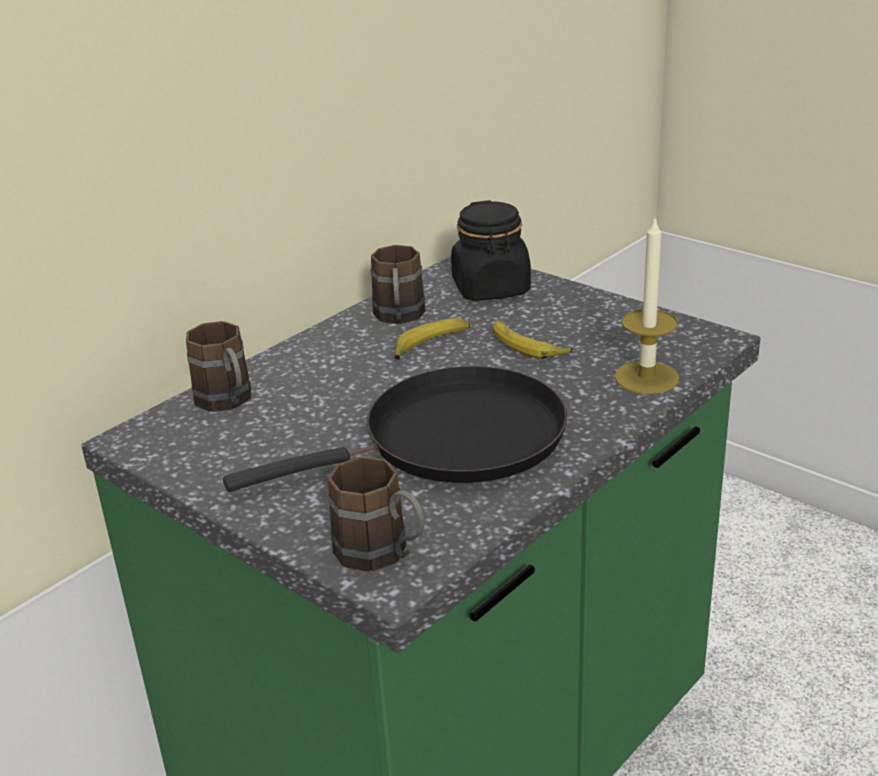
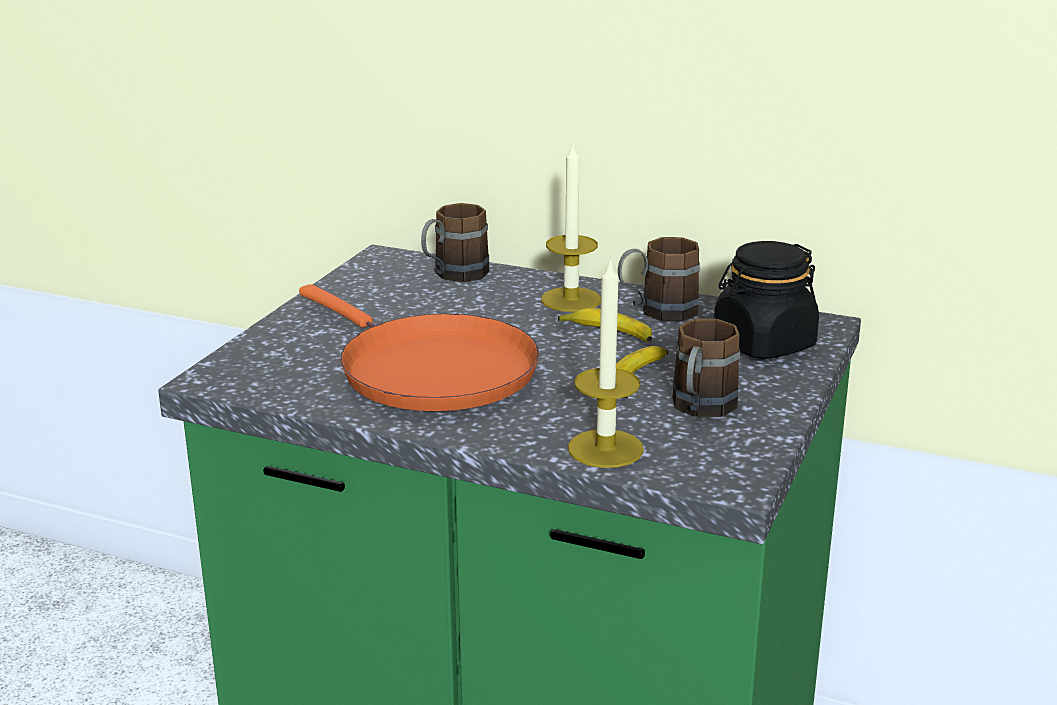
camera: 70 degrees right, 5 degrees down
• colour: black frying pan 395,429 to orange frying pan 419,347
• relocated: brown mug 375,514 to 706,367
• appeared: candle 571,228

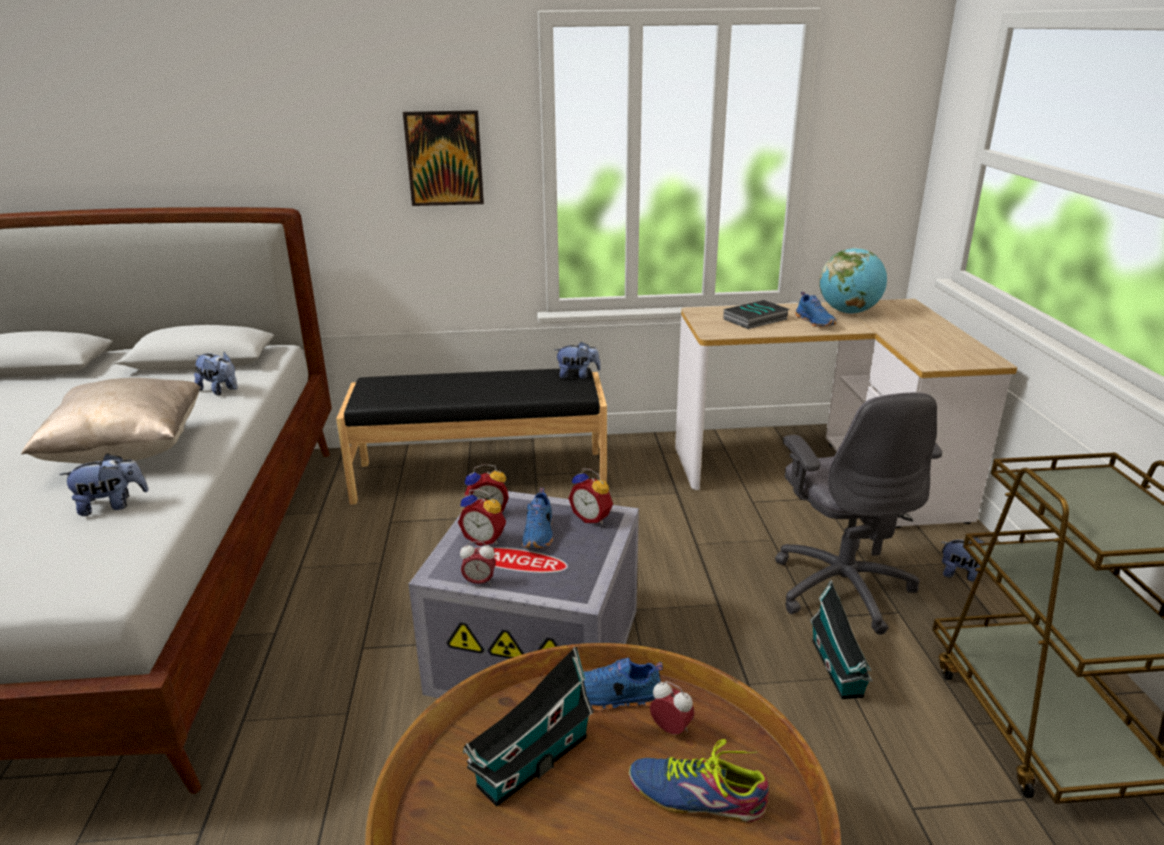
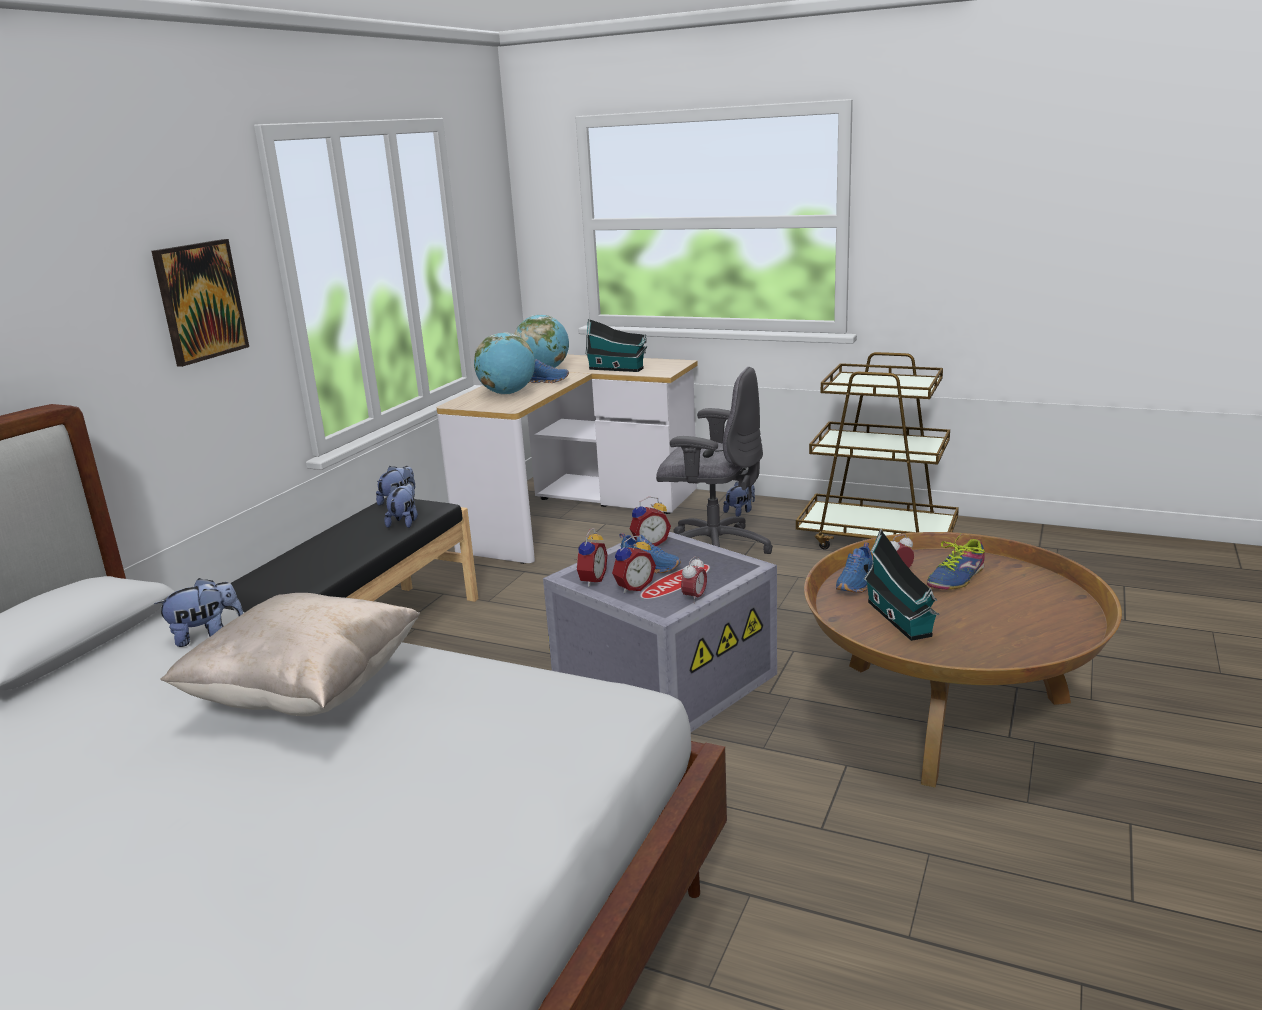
camera: 60 degrees left, 5 degrees down
• exchanged: book 756,314 to globe 504,363
• relocated: plush toy 103,484 to 401,505
• relocated: toy house 841,639 to 616,345

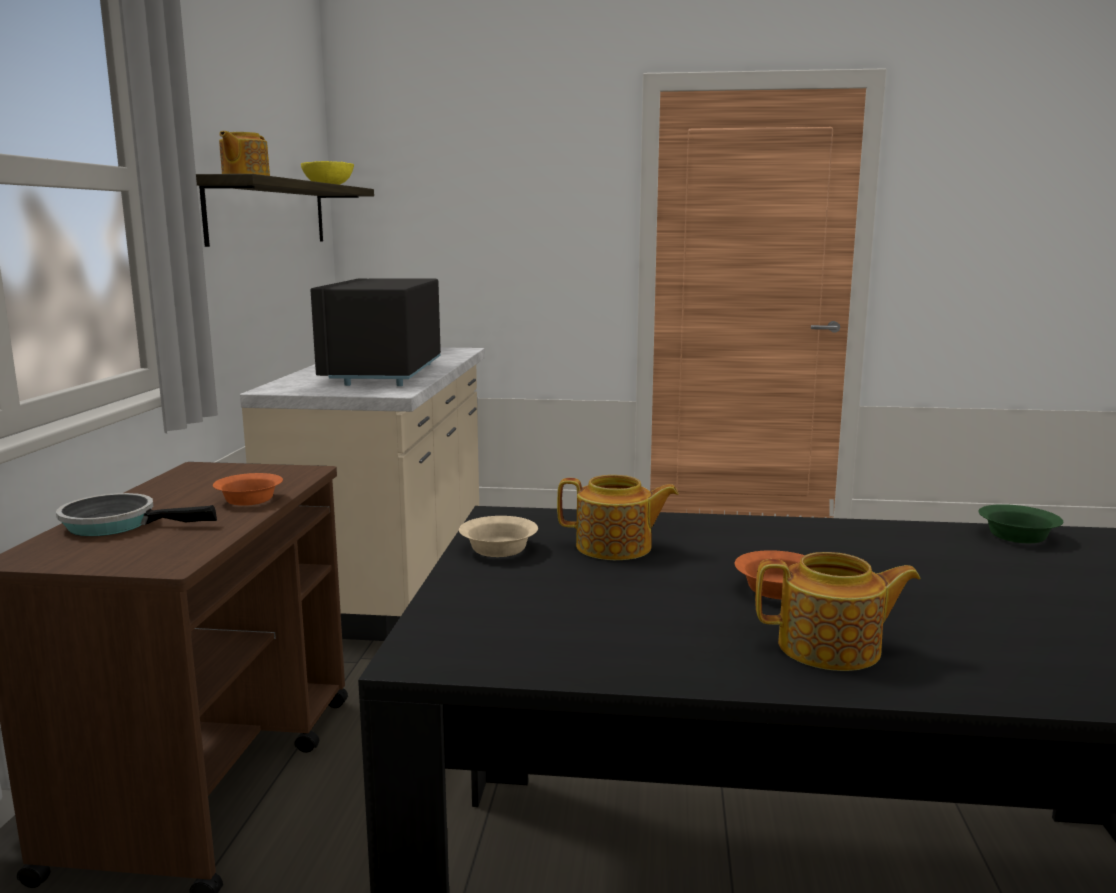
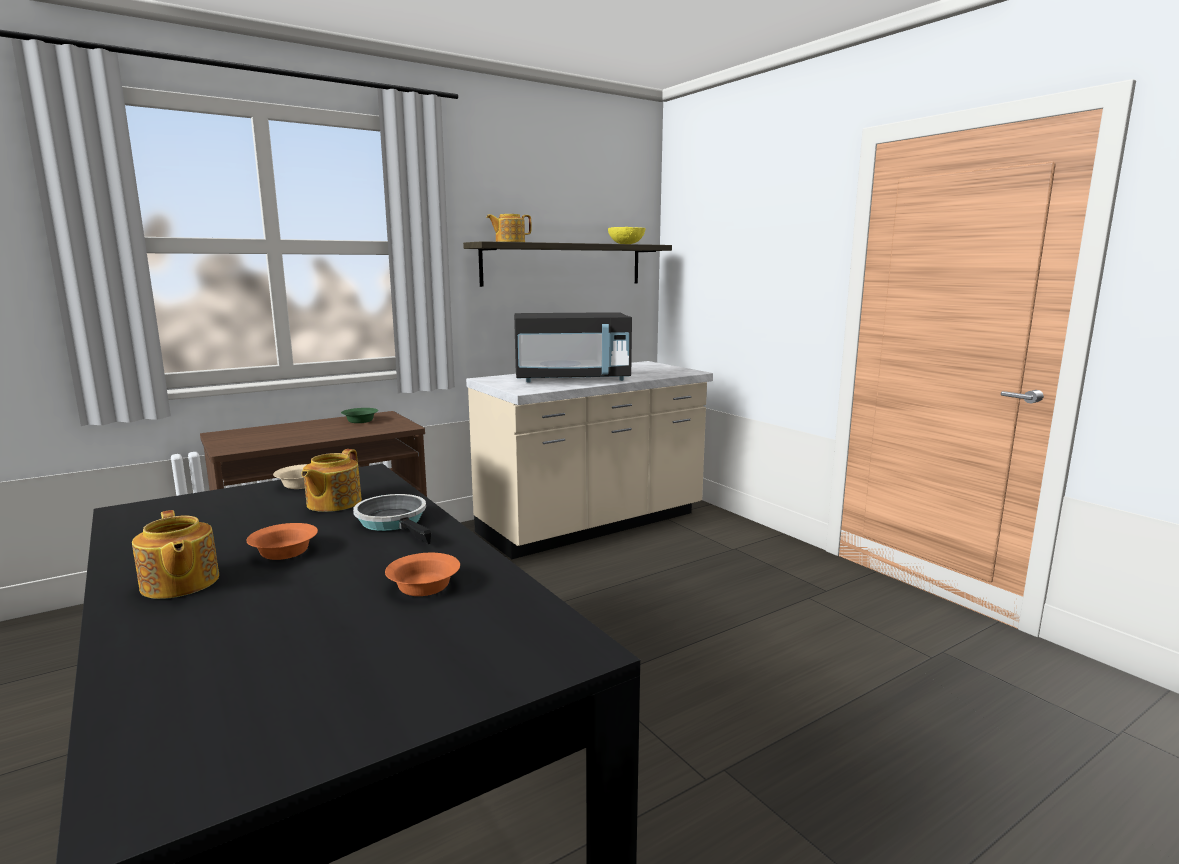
camera: 50 degrees right, 0 degrees up
• spun: black microwave 375,332 = 573,347 150 degrees counterclockwise
• relocated: orange bowl 248,489 to 422,574
• spun: teapot 618,517 = 331,480 45 degrees clockwise
• relocated: frying pan 136,514 to 392,519
• relocated: green bowl 1020,523 to 359,415

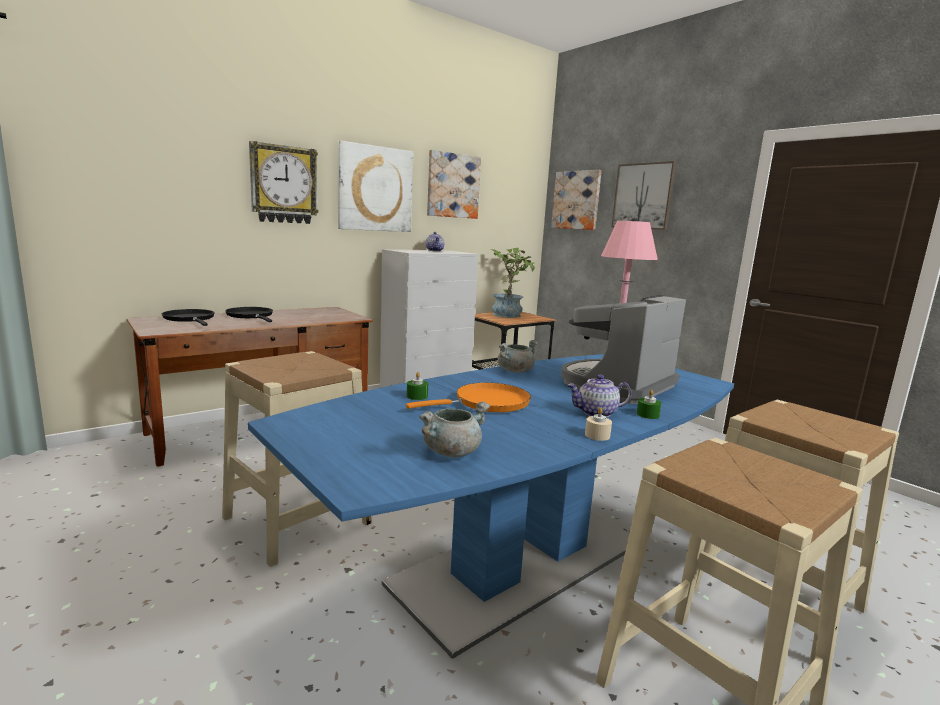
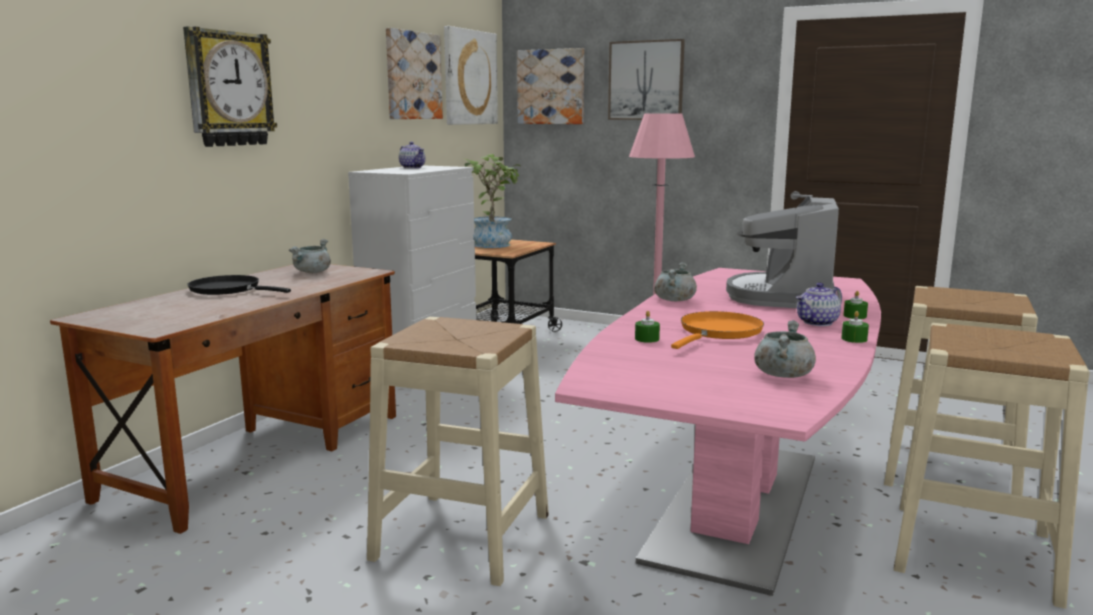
camera: 25 degrees left, 0 degrees up
• relocated: picture 375,186 to 471,75
• missing: black frying pan 188,317
• colour: blue dining table 491,506 to pink dining table 718,432
• colour: beige candle 598,424 to green candle 855,327
• appeared: grey cooking pot 310,256

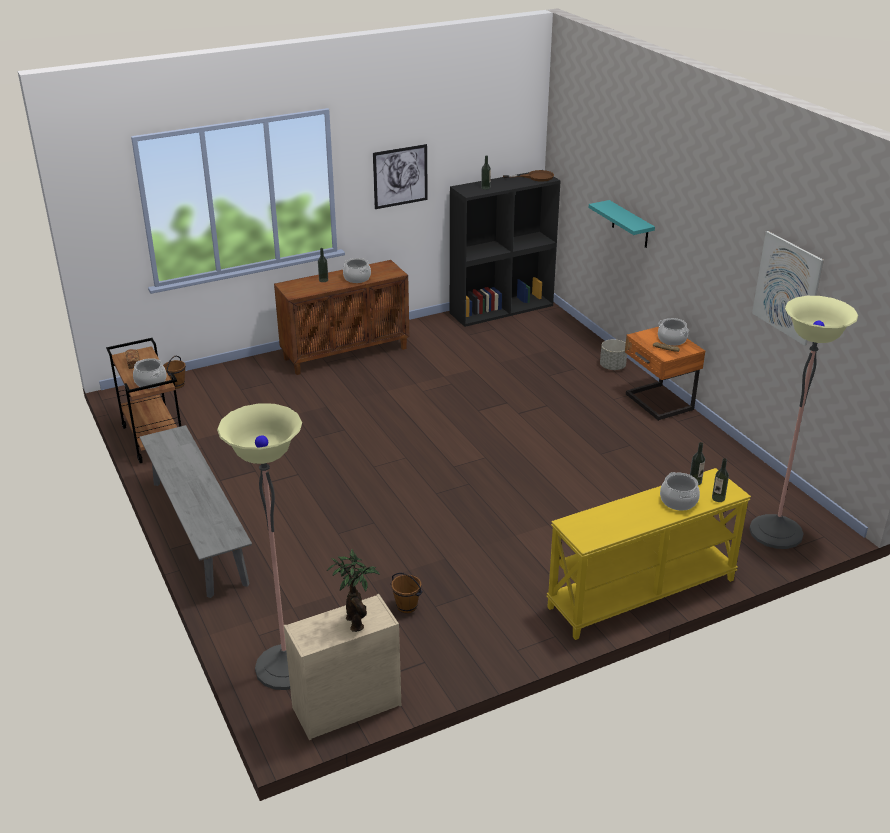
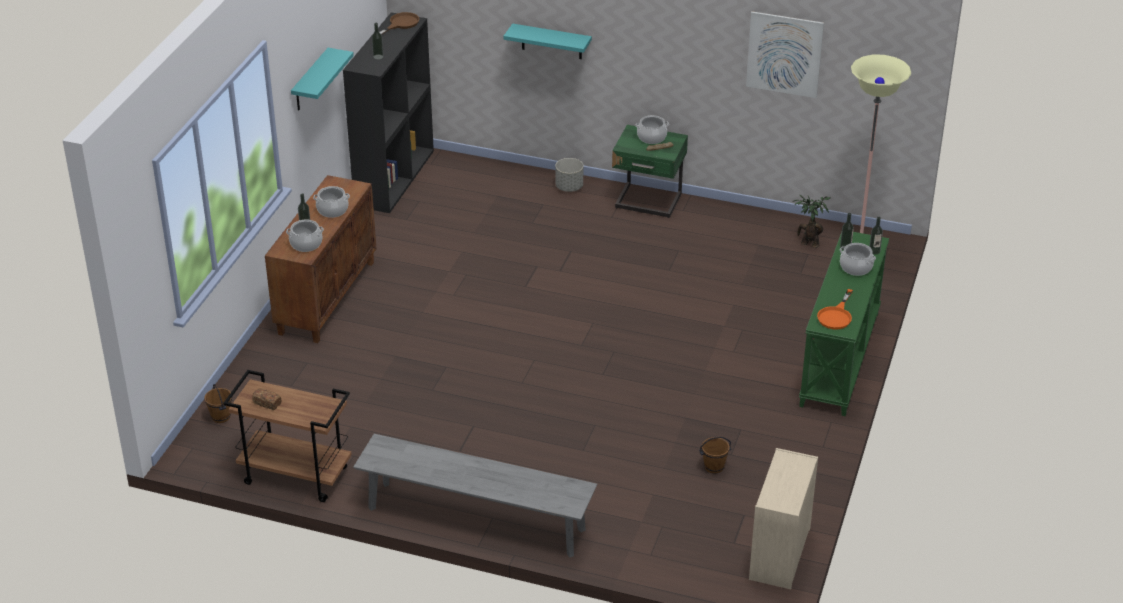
camera: 45 degrees left, 5 degrees up
• exchanged: picture 400,176 to turquoise shelf 322,79
• colour: orange nightstand 665,374 to green nightstand 650,171
• relocated: cooking pot 149,373 to 305,236
• missing: floor lamp 259,546
• colour: yellow console table 649,554 to green console table 844,324
• relocated: potted plant 353,590 to 812,221
• appeared: orange frying pan 835,309

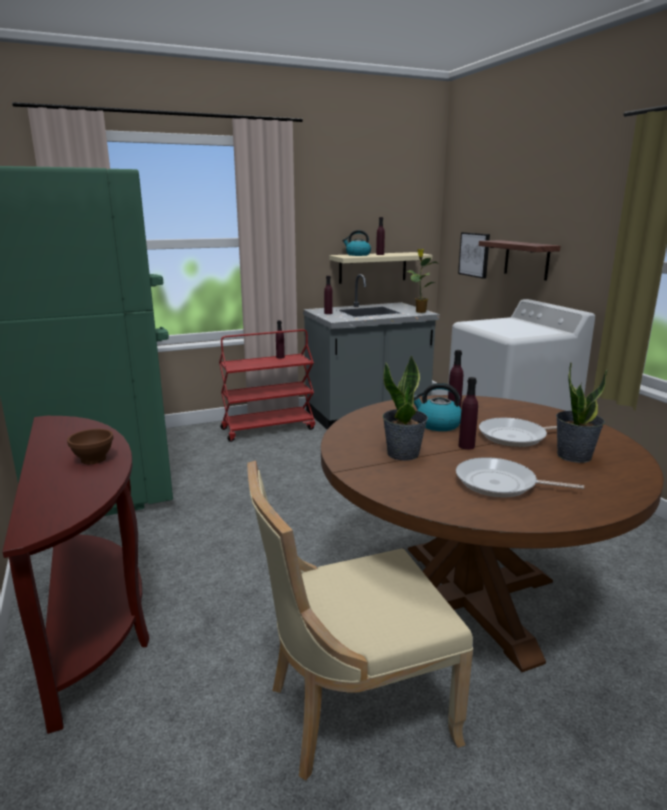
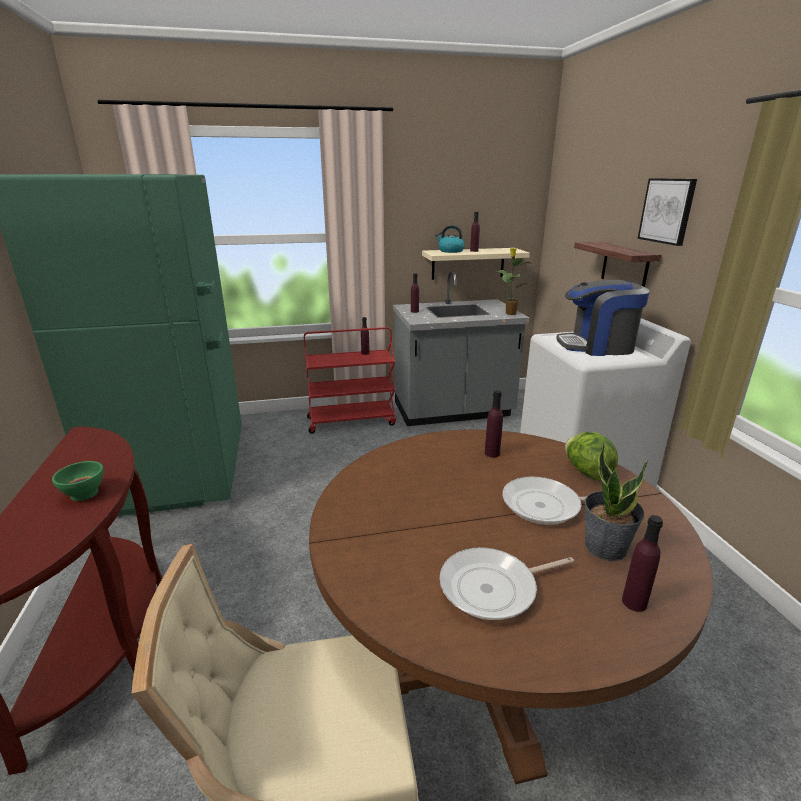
camera: 10 degrees right, 5 degrees up
• relocated: picture 474,255 to 667,212
• missing: potted plant 405,408
• relocated: purple bottle 468,413 to 642,563
• missing: kettle 437,407
• colour: brown bowl 90,446 to green bowl 78,481
• spun: frying pan 520,477 = 506,583 45 degrees counterclockwise
• appeared: coffee machine 603,318
• appeared: lettuce 591,456

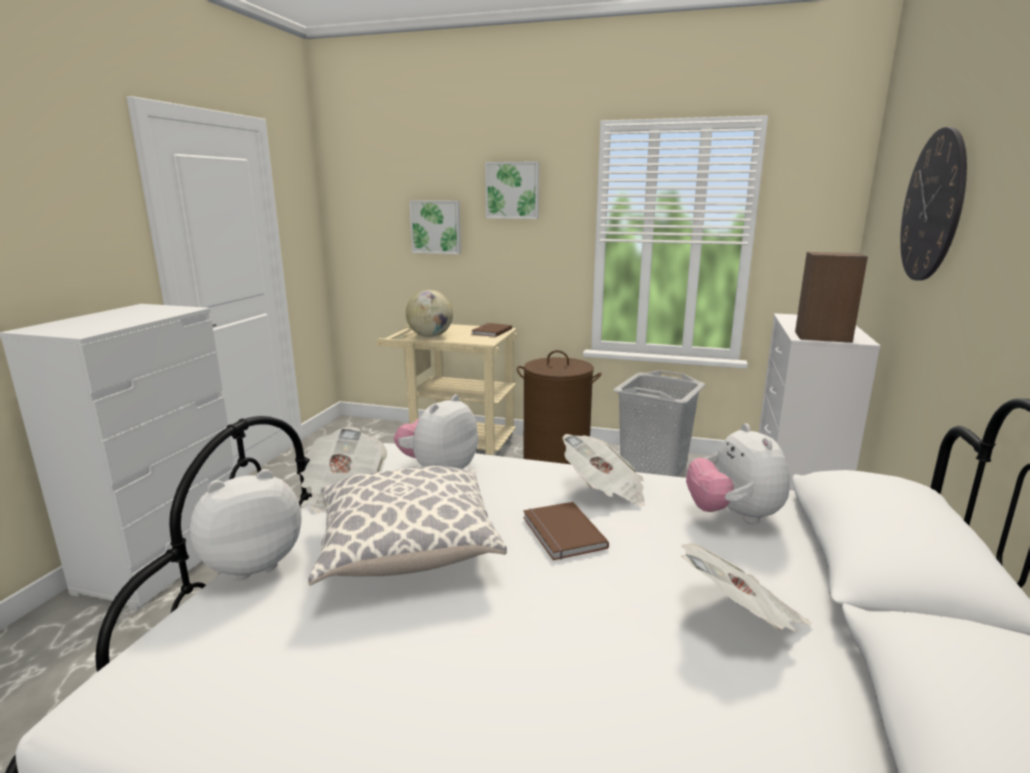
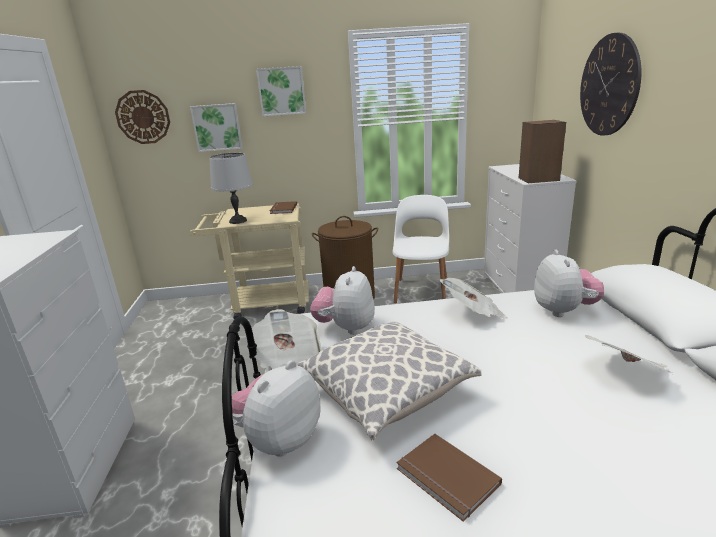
camera: 20 degrees left, 5 degrees up
• exchanged: globe 429,313 to grey table lamp 231,188
• exchanged: grey laundry basket 659,423 to white chair 420,249
• spun: plush toy 738,474 = 569,283 150 degrees counterclockwise
• relocated: brown book 566,531 to 449,478
• appeared: wall clock 142,117

